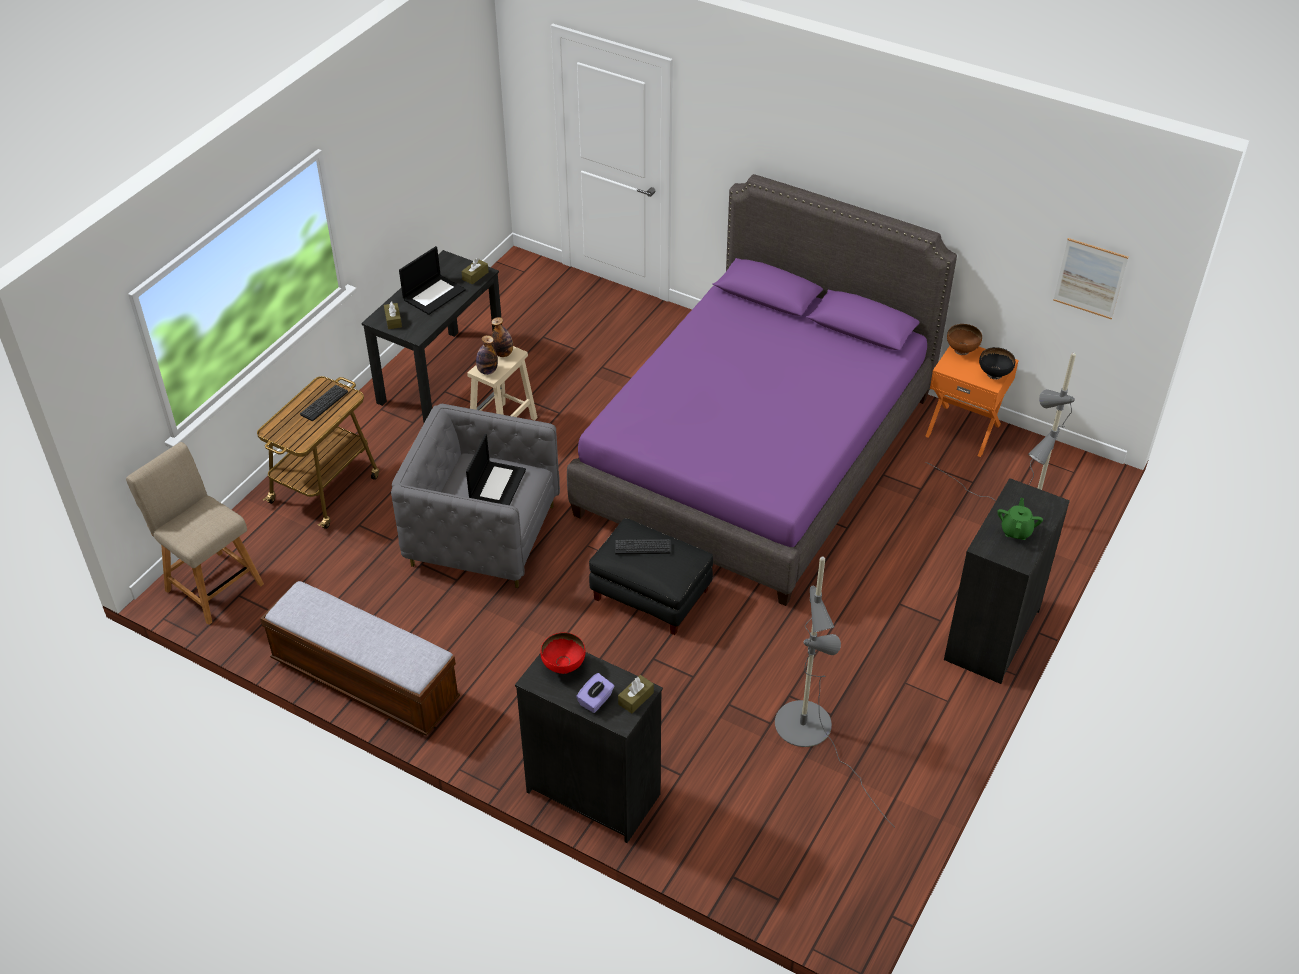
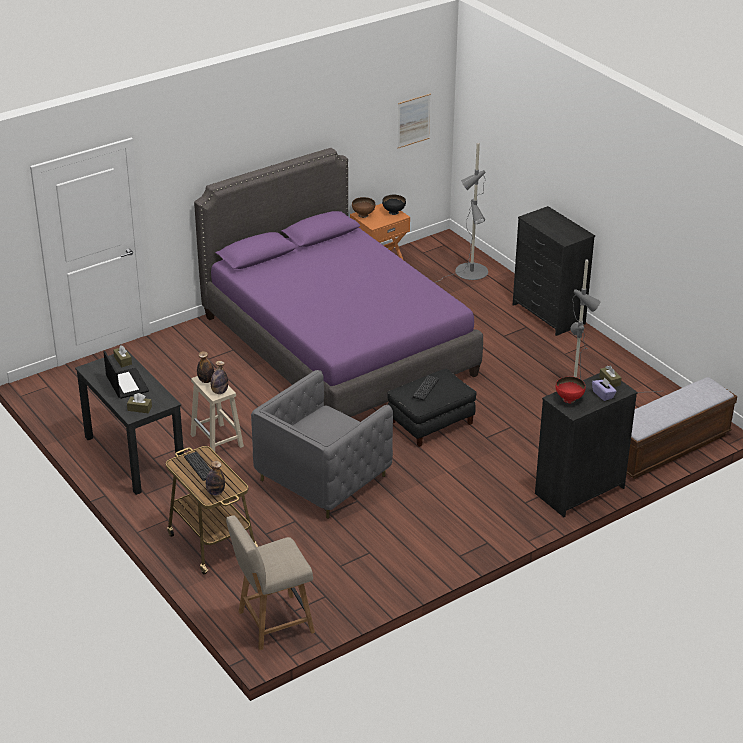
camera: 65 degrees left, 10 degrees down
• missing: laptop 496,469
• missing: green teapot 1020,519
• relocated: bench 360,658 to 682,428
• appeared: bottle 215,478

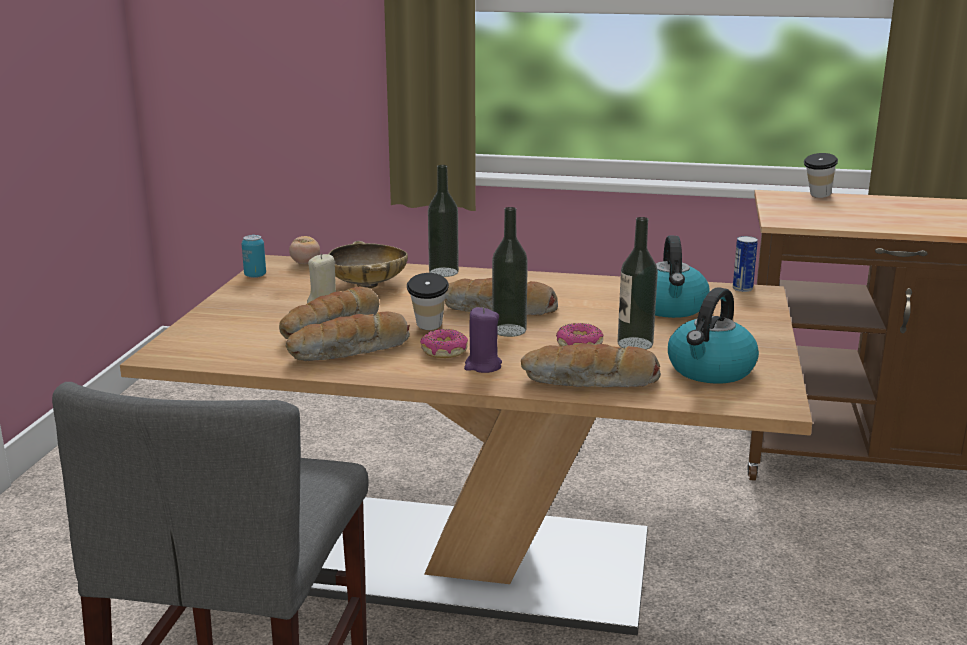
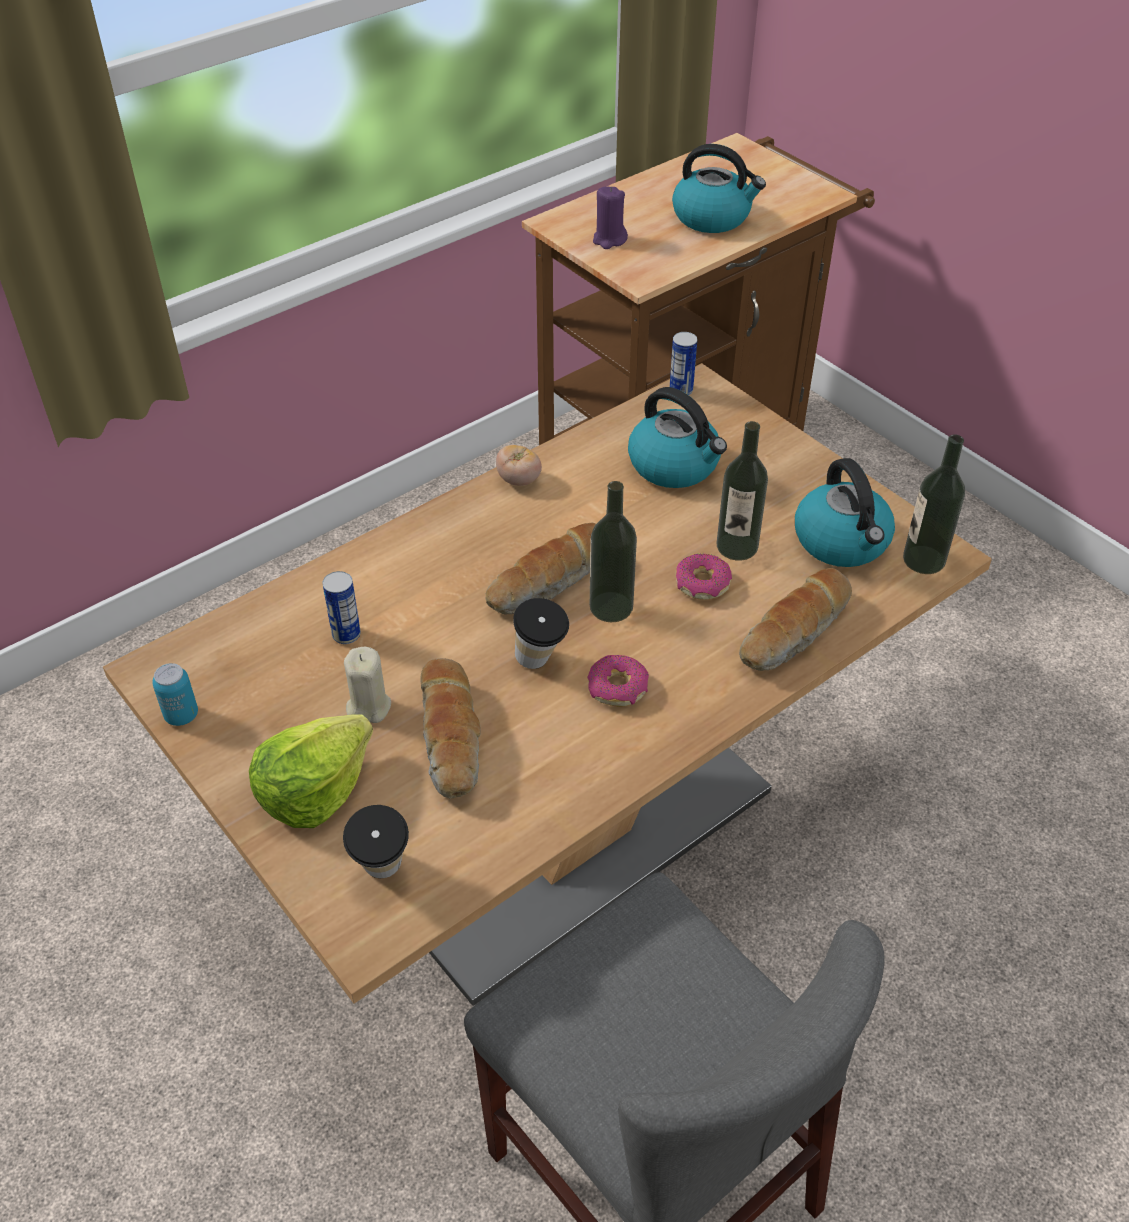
camera: 50 degrees left, 25 degrees up
• relocated: cup 821,175 to 376,841
• relocated: bottle 443,221 to 934,504
• relocated: tomato 304,250 to 519,465
• exchanged: beige bowl 368,264 to can 341,607
• relocated: purple candle 483,340 to 610,217
• missing: bread 348,336
• appeared: kettle 719,188
• appeared: lettuce 311,771

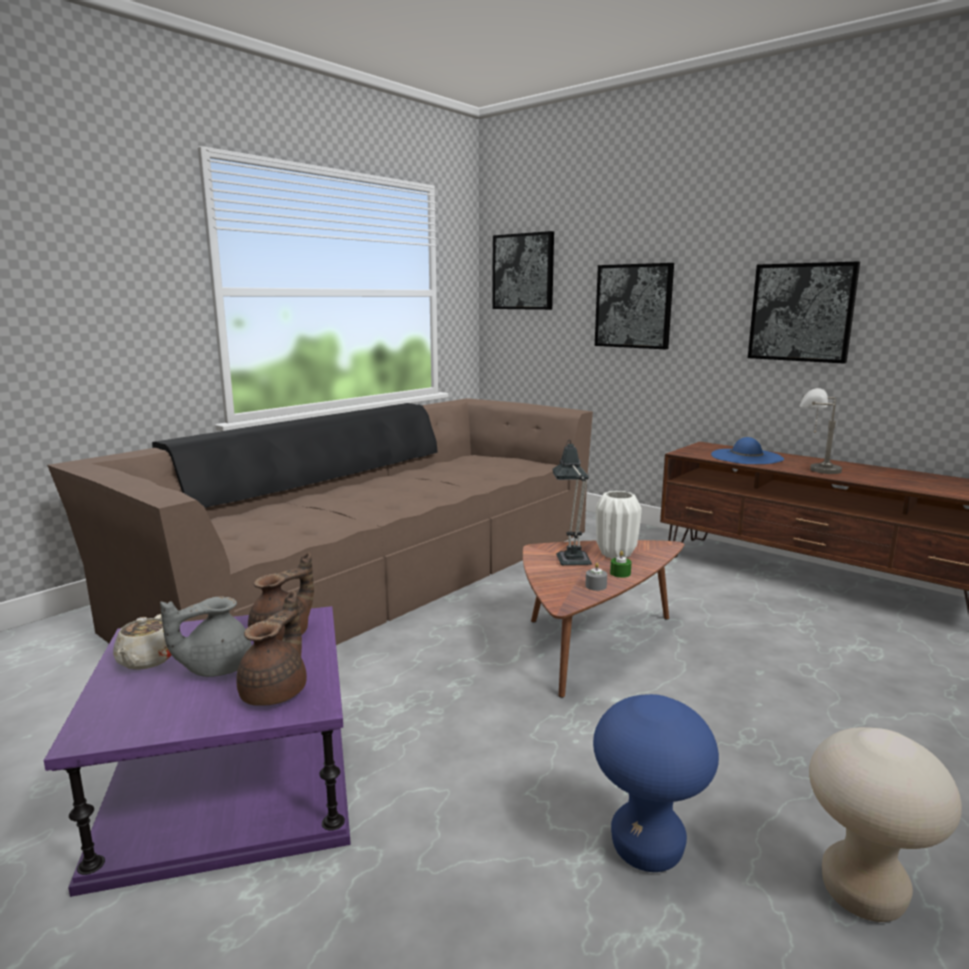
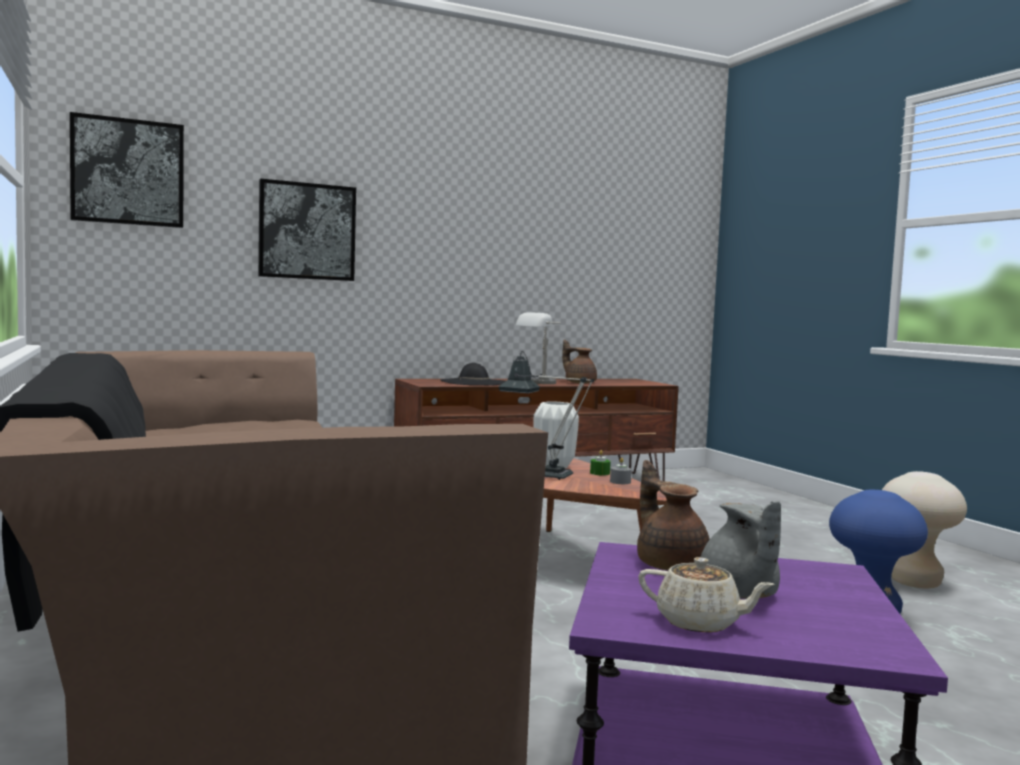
camera: 65 degrees left, 10 degrees down
• missing: picture 804,312
• colour: blue hat 747,450 to black hat 473,374
• relocated: brown teapot 271,648 to 579,361

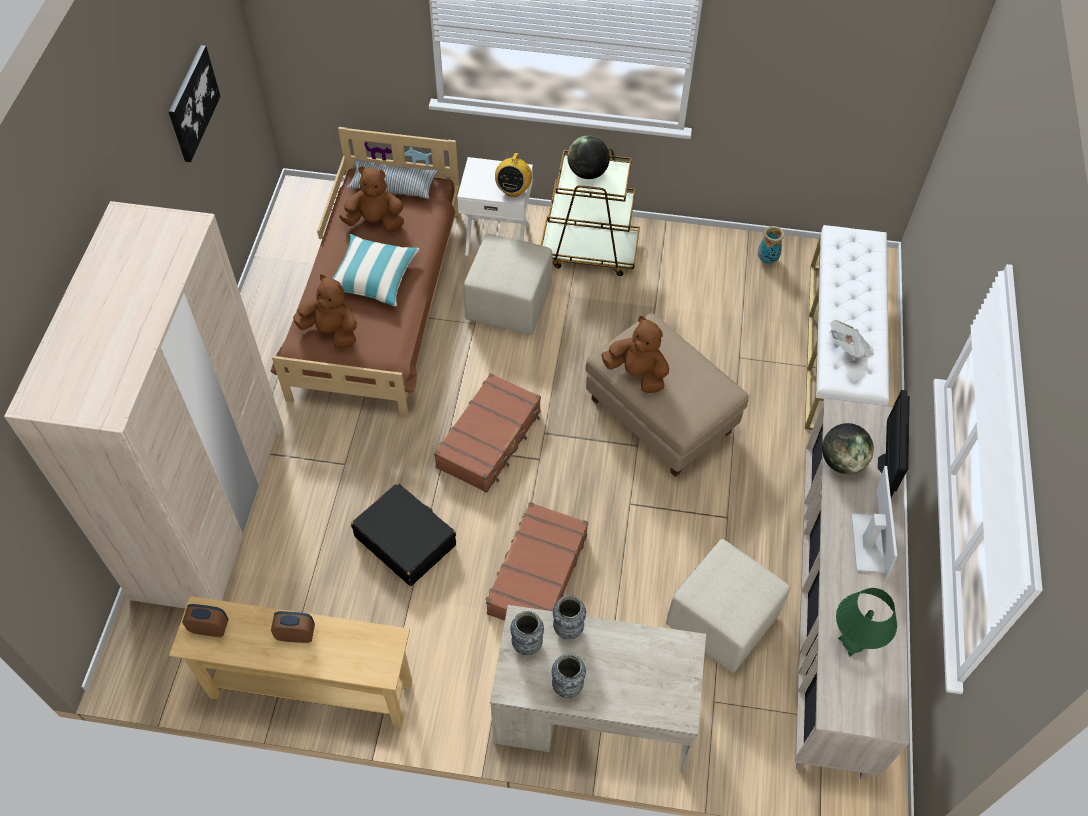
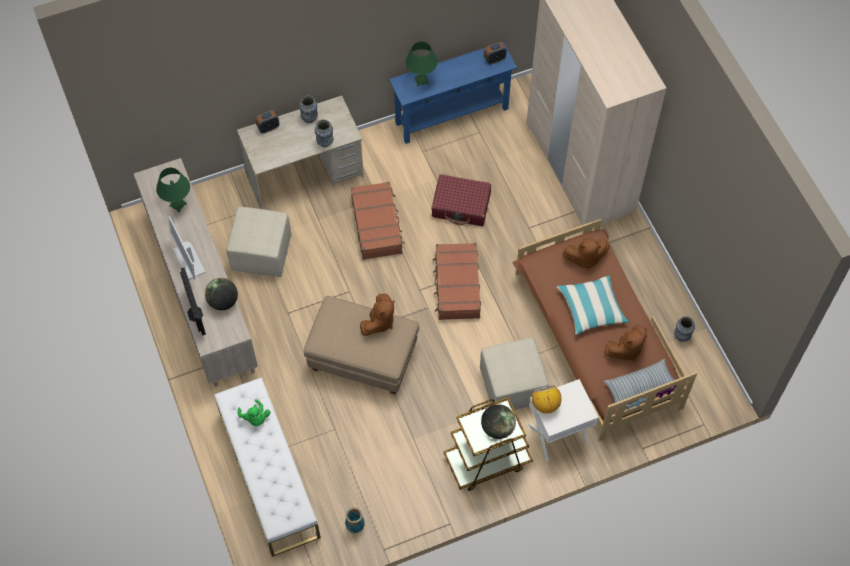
camera: 150 degrees right, 5 degrees up
• missing: picture 194,103
• spun: brown plush toy 635,354 = 377,314 60 degrees counterclockwise
• exchanged: newspaper 851,339 to green plush toy 254,412
• colour: black suitcase 403,534 to red suitcase 461,200
• colour: beige console table 290,662 to blue console table 453,93
• relocated: alarm clock 293,627 to 267,122
• relocated: vase 527,633 to 684,329
• appeared: green table lamp 421,64

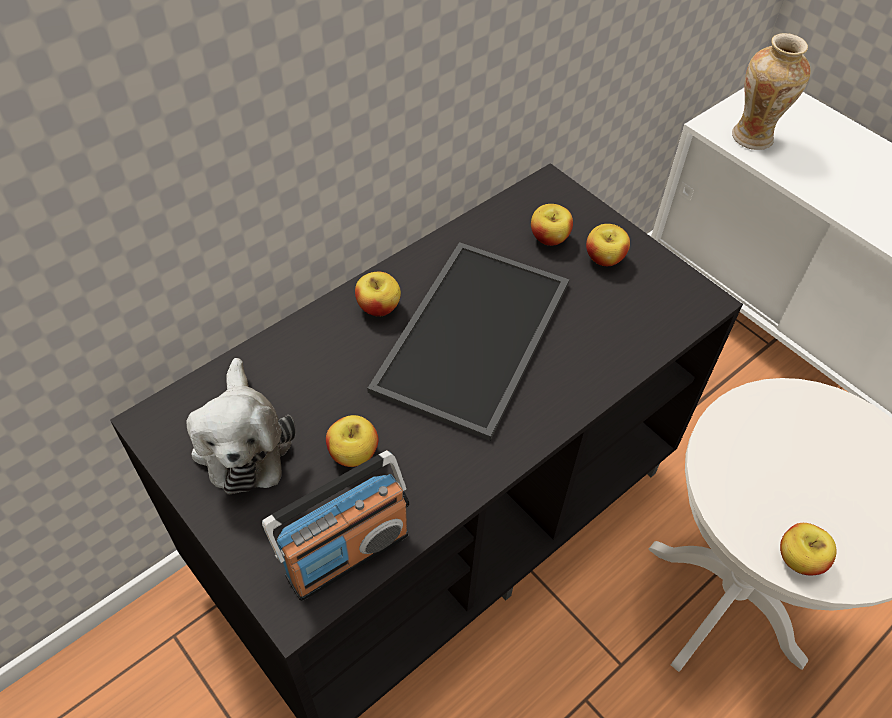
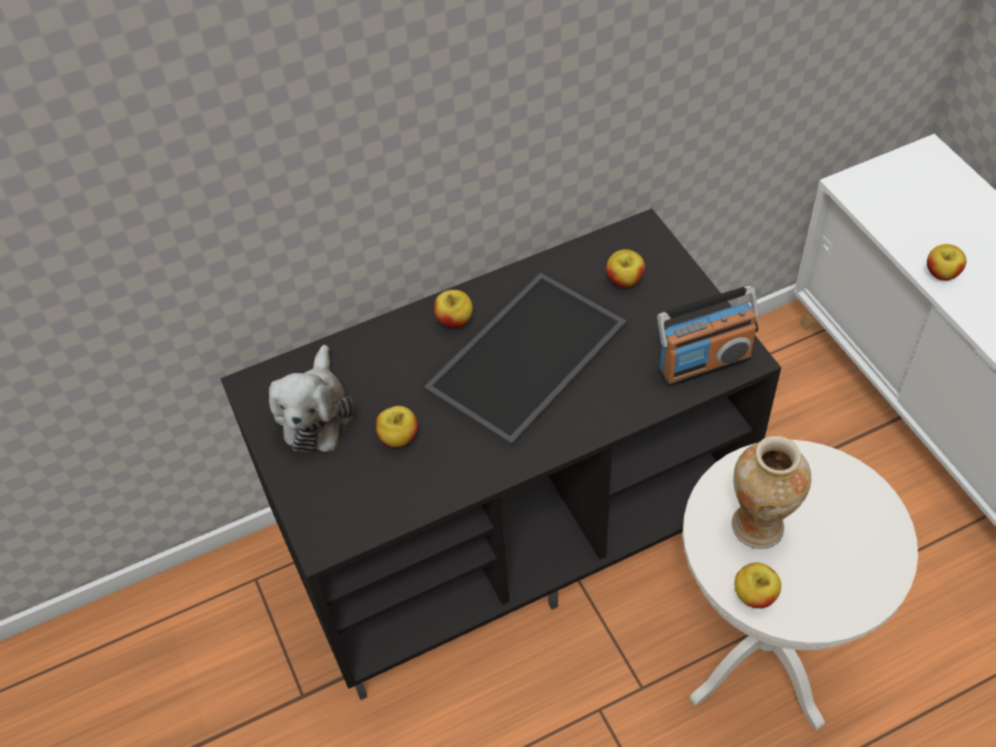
camera: 20 degrees right, 0 degrees up
• relocated: vase 771,91 to 771,492
• relocated: apple 608,245 to 946,262
• relocated: radio 335,525 to 708,336

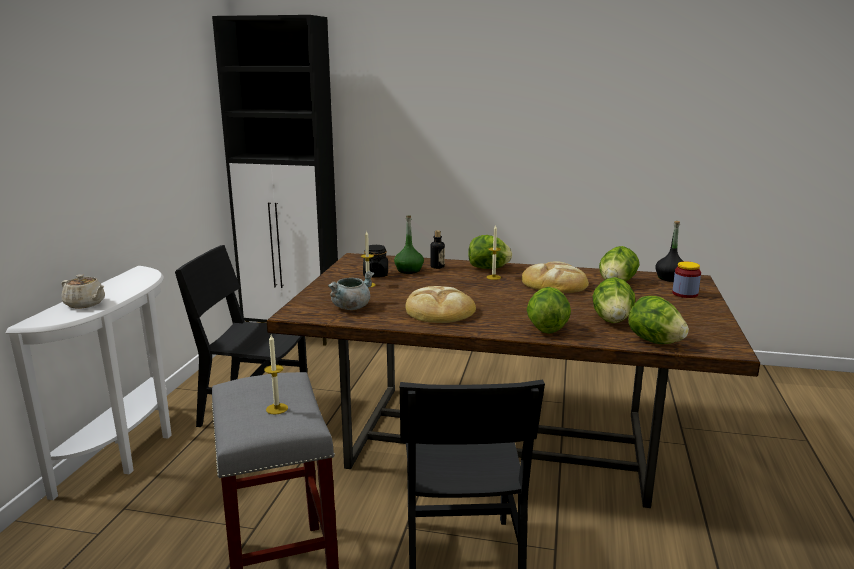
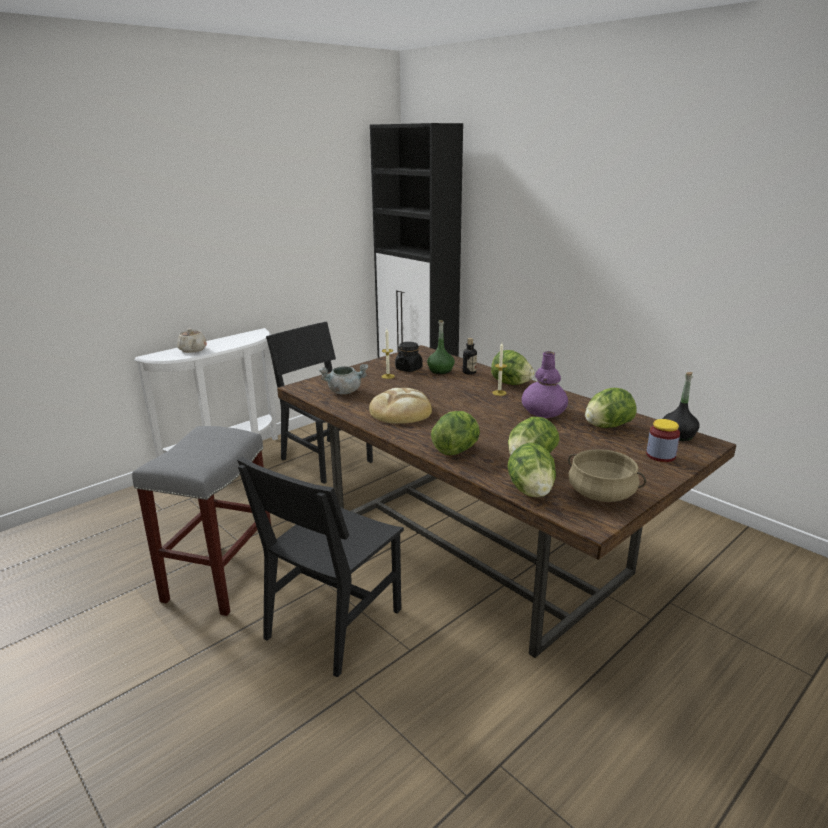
camera: 35 degrees right, 5 degrees up
• exchanged: bread 555,277 to purple vase 545,384
• missing: candle 276,374
• appeared: beige cooking pot 607,475

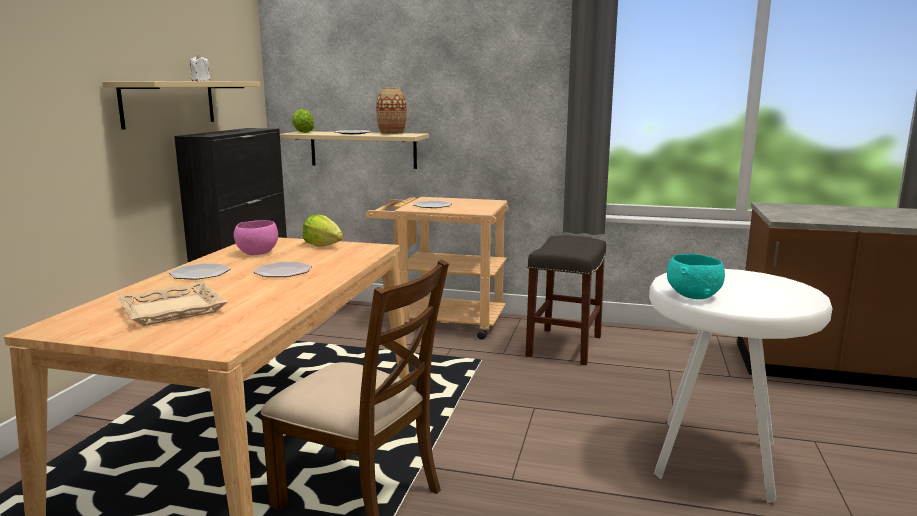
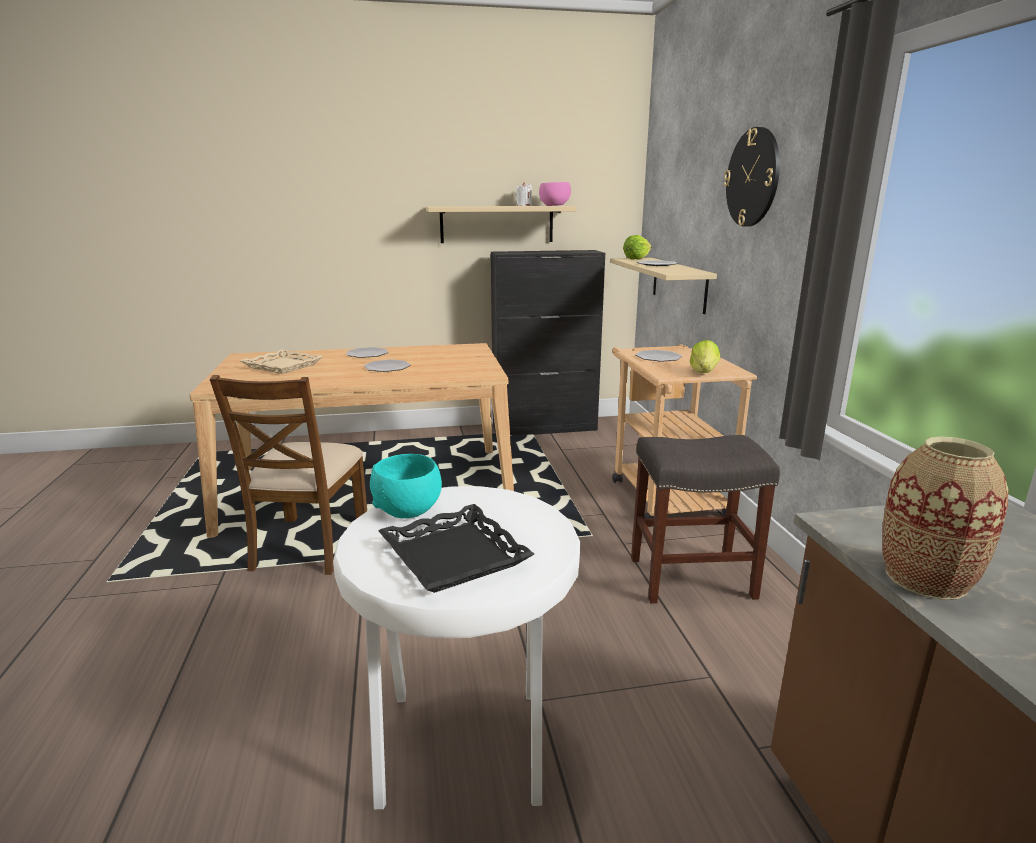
camera: 65 degrees right, 5 degrees up
• relocated: vase 391,111 to 945,518
• relocated: lettuce 323,231 to 705,356
• relocated: pink bowl 256,237 to 555,194
• appeared: wall clock 752,177
• appeared: black tray 456,548

